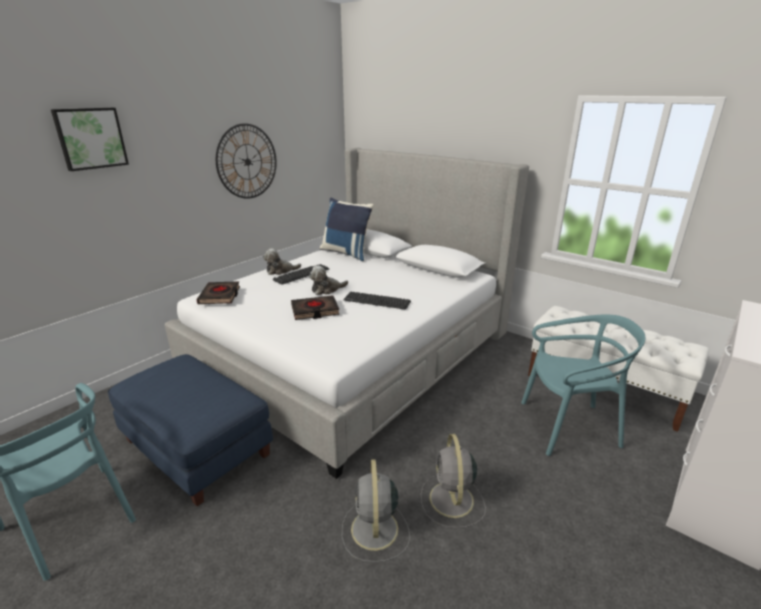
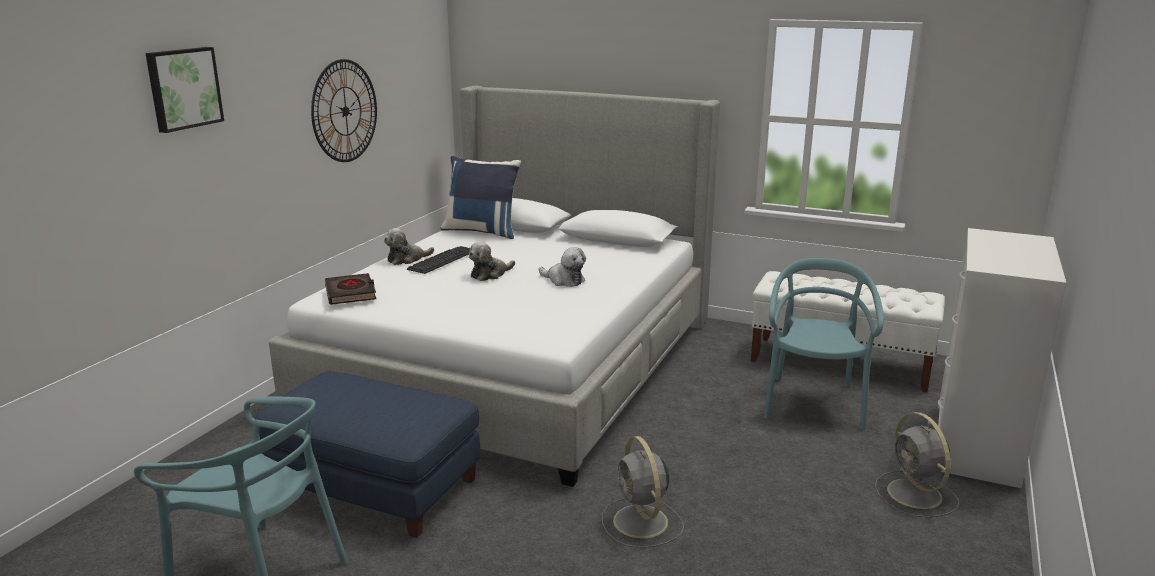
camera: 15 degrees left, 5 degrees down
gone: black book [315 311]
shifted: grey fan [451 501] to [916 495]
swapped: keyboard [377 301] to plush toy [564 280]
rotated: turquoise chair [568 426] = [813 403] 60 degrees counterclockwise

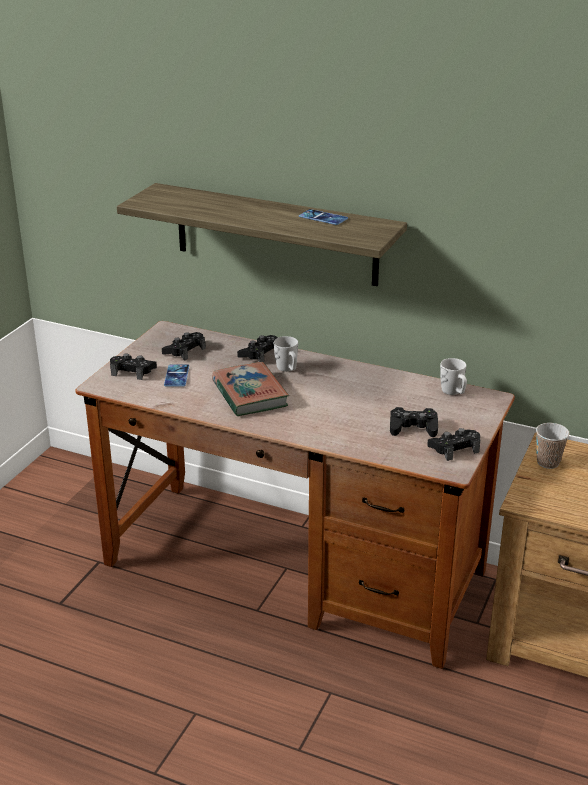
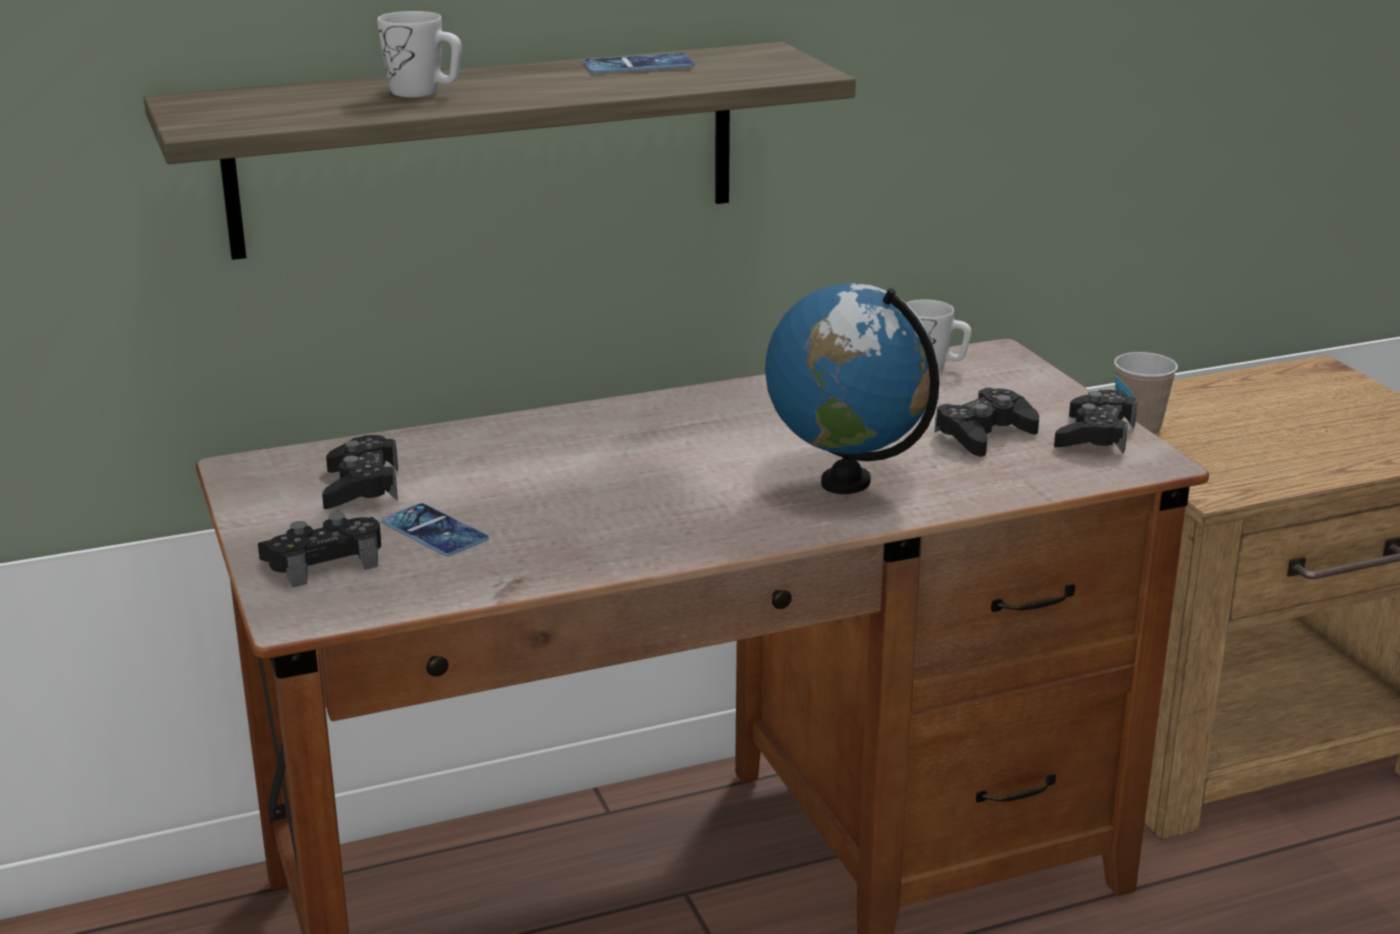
camera: 45 degrees left, 5 degrees down
gone: book [249 394]; black game controller [259 354]
new: globe [846 482]
shifted: white mug [288 369] to [424 93]

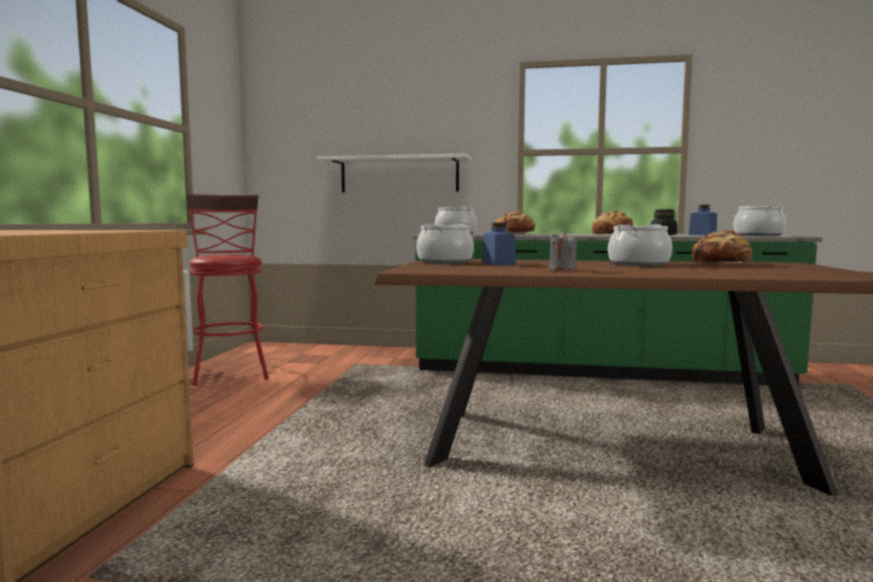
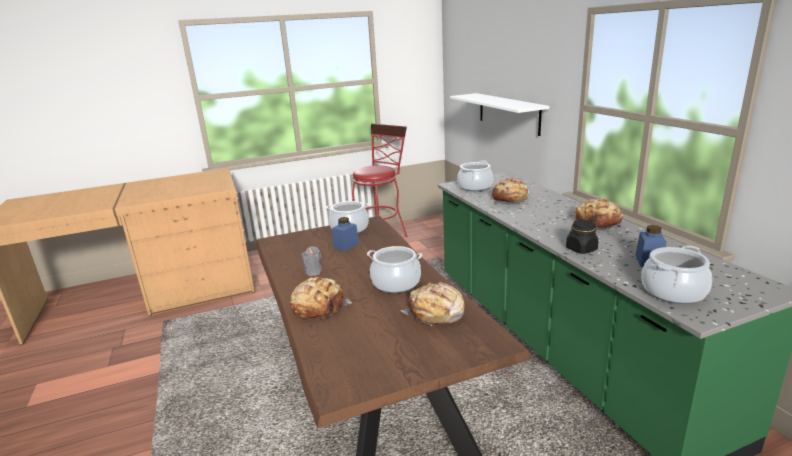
camera: 60 degrees right, 15 degrees up
new: bread [318 307]

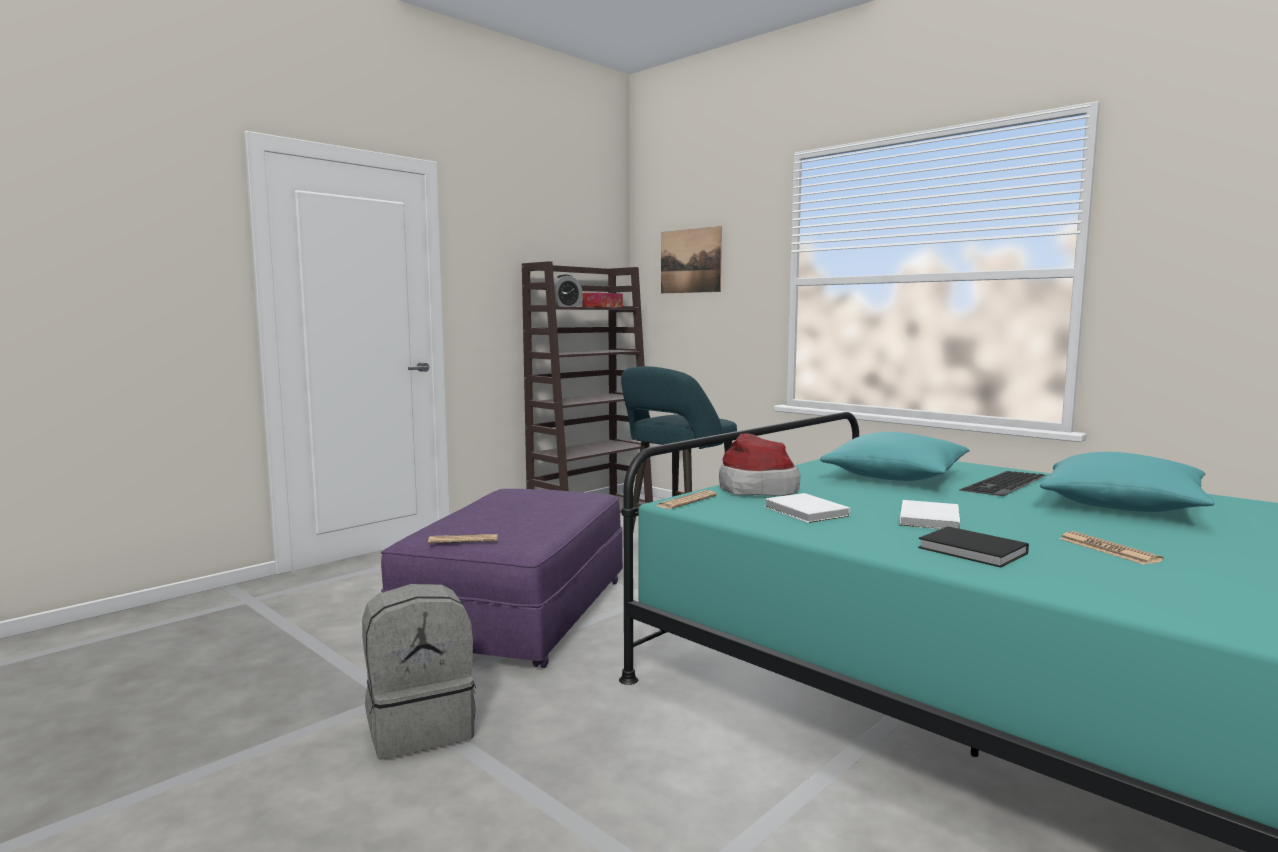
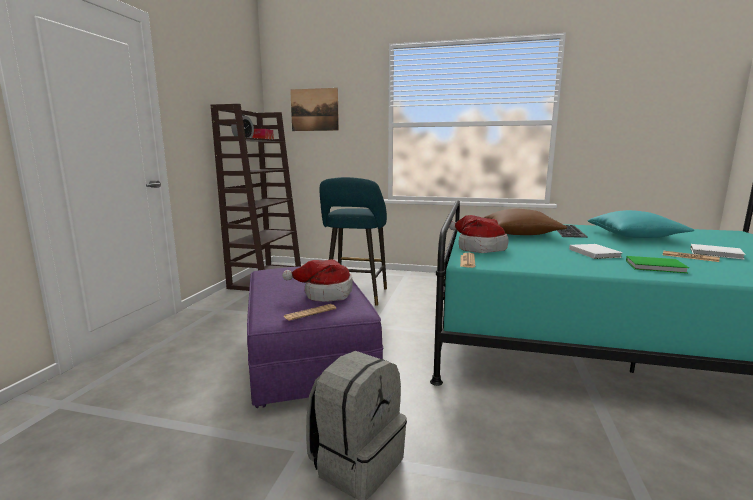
camera: 30 degrees left, 5 degrees up
new: hat [325 294]
shifted: white book [806 512] to [717 254]
repainted: turquoise pillow [895 477] to brown pillow [520 234]; black book [974 551] to green book [657 267]

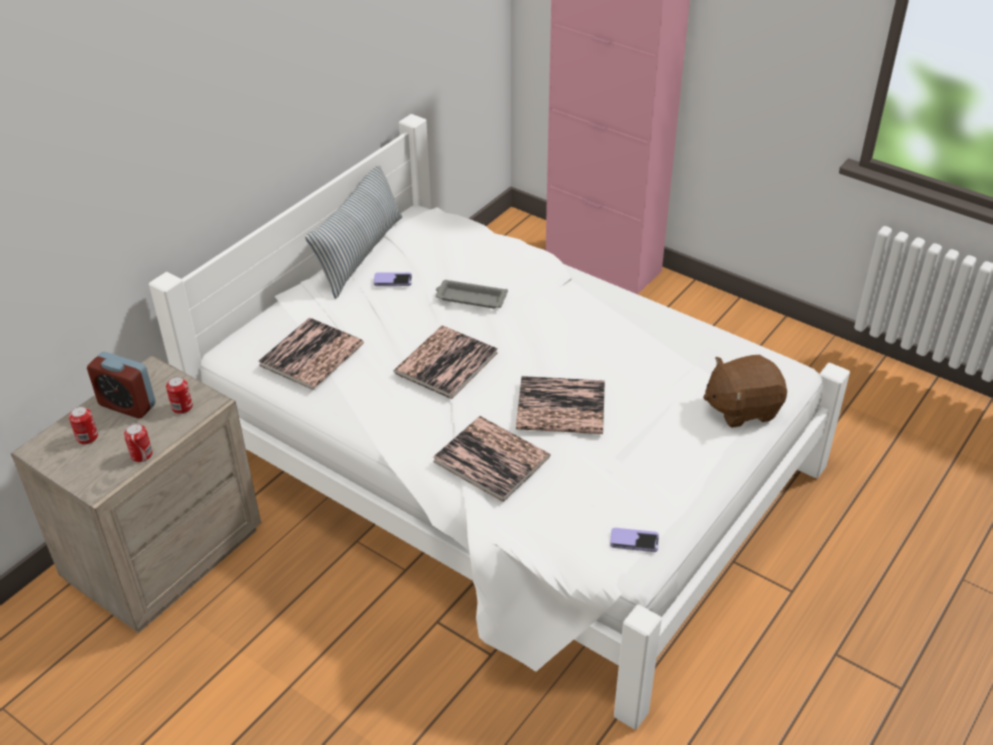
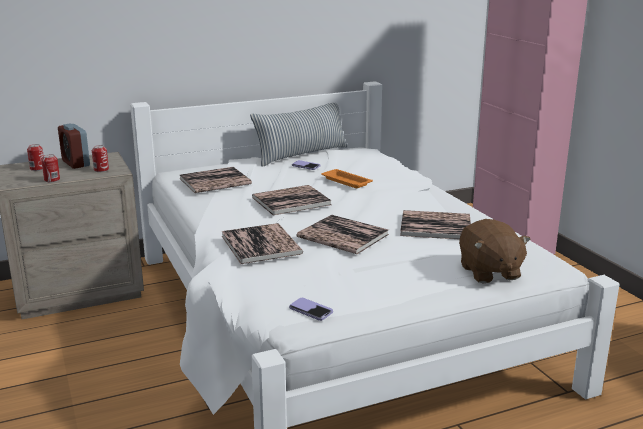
camera: 30 degrees right, 20 degrees down
new: book [435 226]
repainted: grey tray [470 298] to orange tray [345 181]
rotated: brown plush toy [742 408] = [489 272] 120 degrees counterclockwise

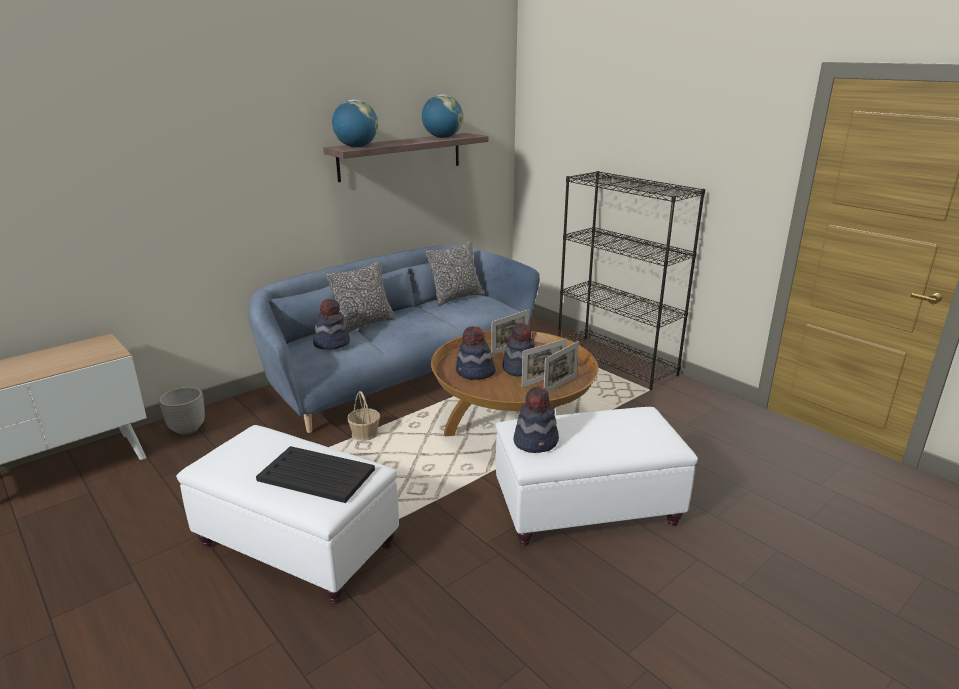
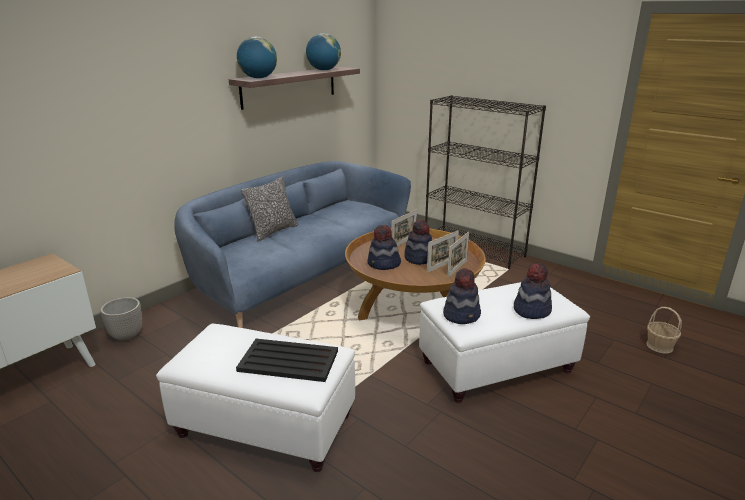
camera: 10 degrees left, 0 degrees up
gone: pillow [455 298]
shifted: hat [332 343] to [531 310]; basket [365 434] to [659 346]

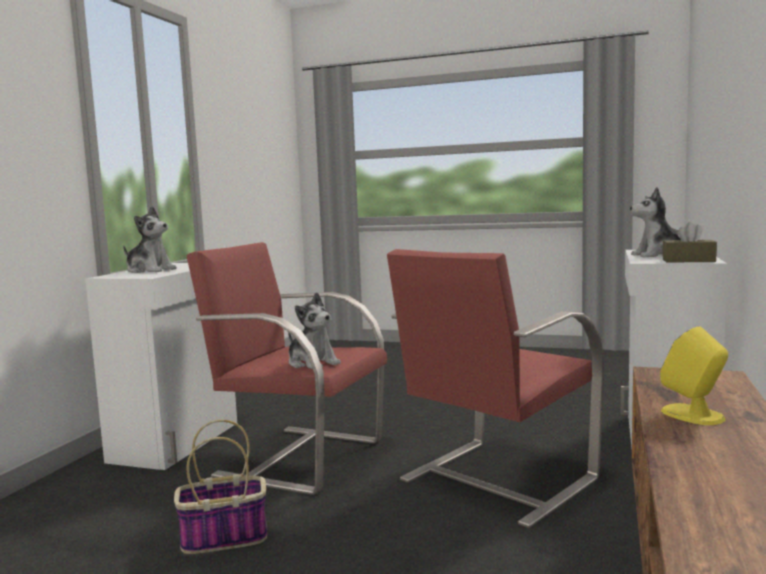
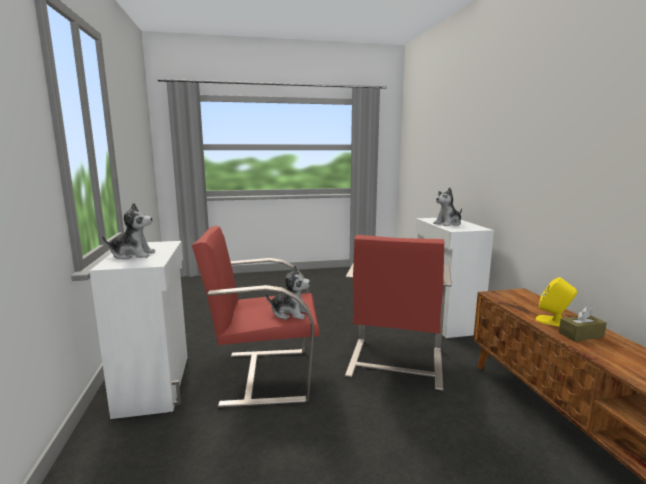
camera: 30 degrees left, 5 degrees up
gone: basket [223 538]
shifted: brown tissue box [688 261] to [581 335]

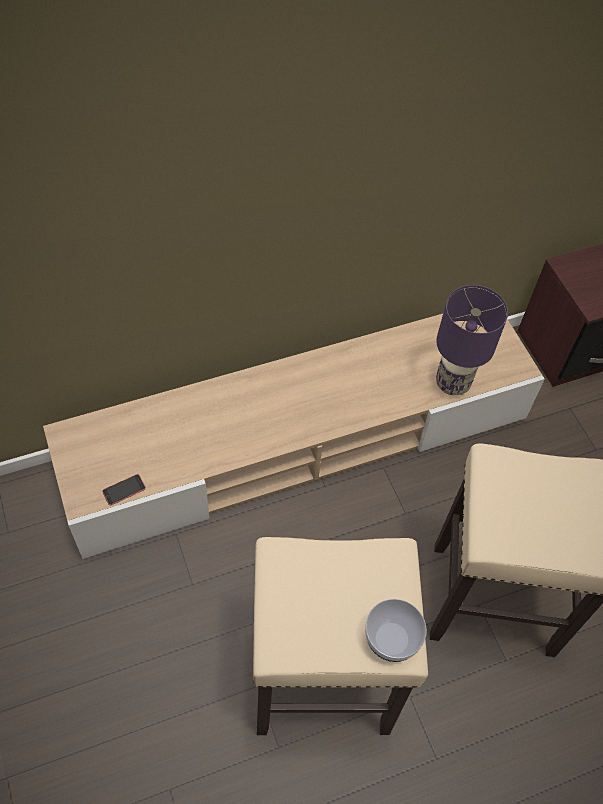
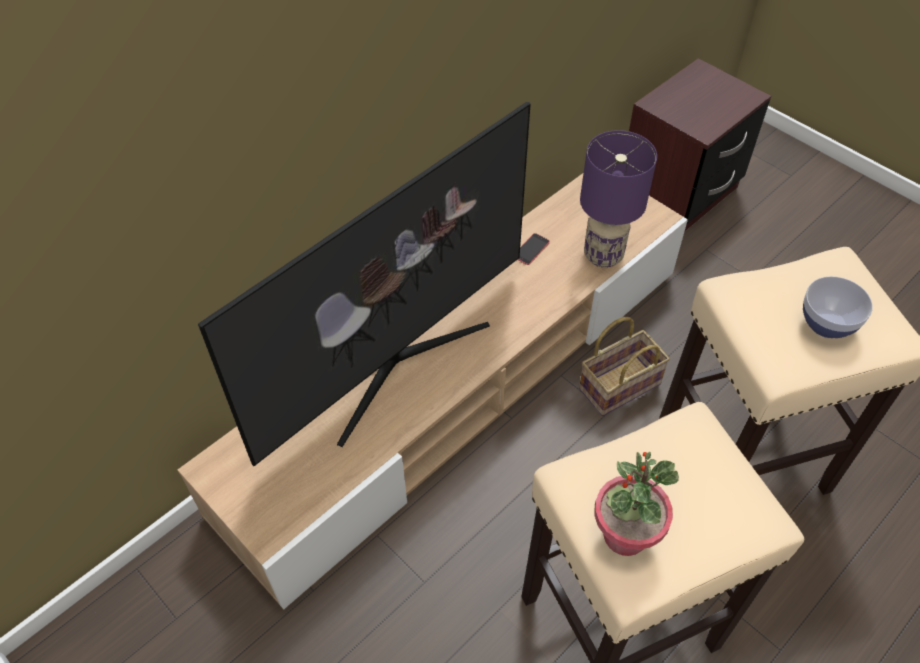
camera: 20 degrees left, 5 degrees down
new: television [394 364]; basket [620 384]; potted plant [624 535]
shifted: phone [124 490] to [531 249]; bowl [391 639] to [826 324]

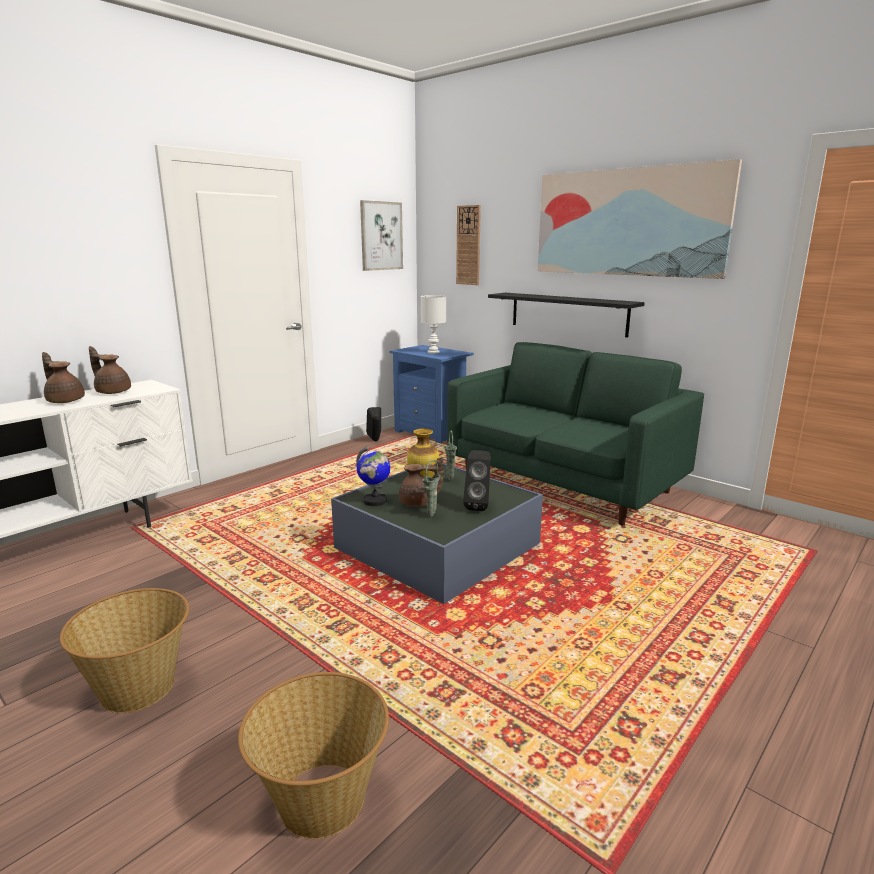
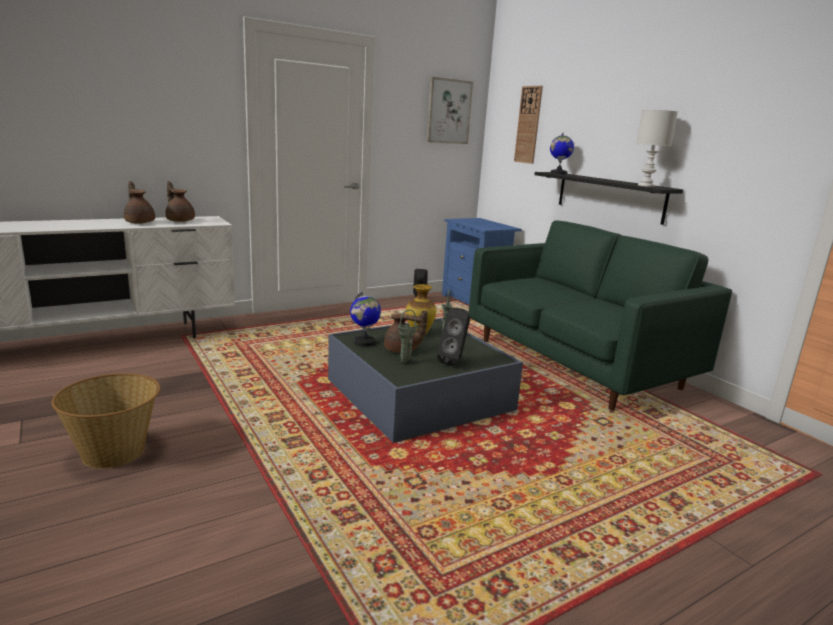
camera: 15 degrees right, 0 degrees up
gone: basket [321 801]; picture [627 222]
new: globe [558 173]
shifted: white table lamp [433 352] to [645 185]

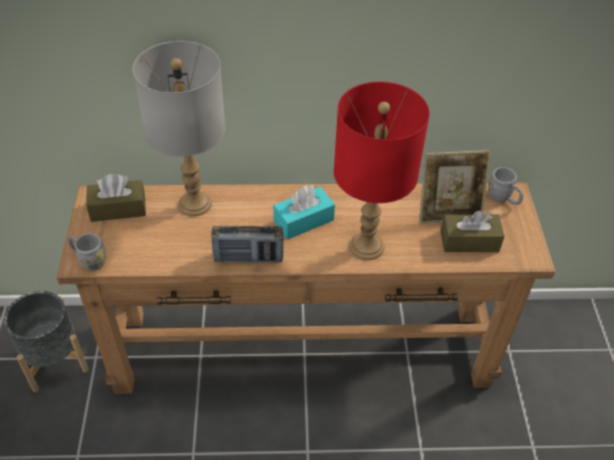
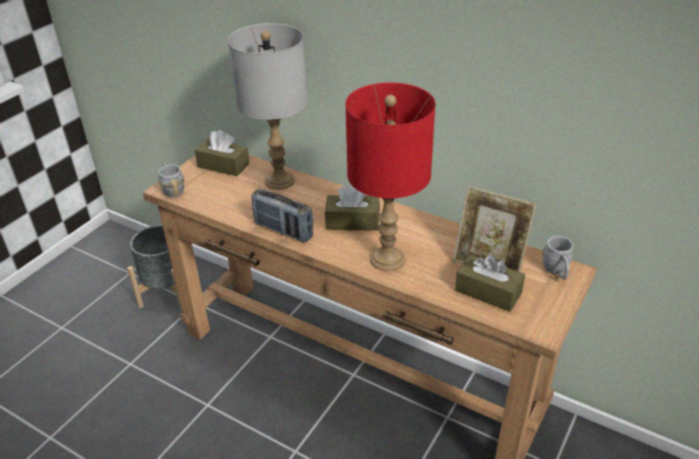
camera: 35 degrees right, 10 degrees down
repainted: turquoise tissue box [303 220] to brown tissue box [352 221]

